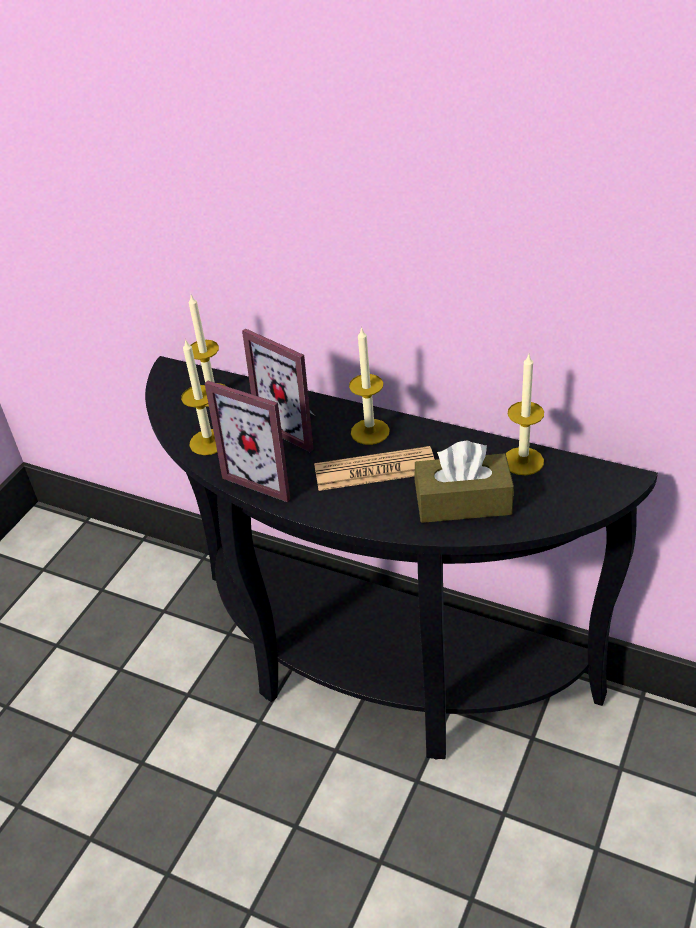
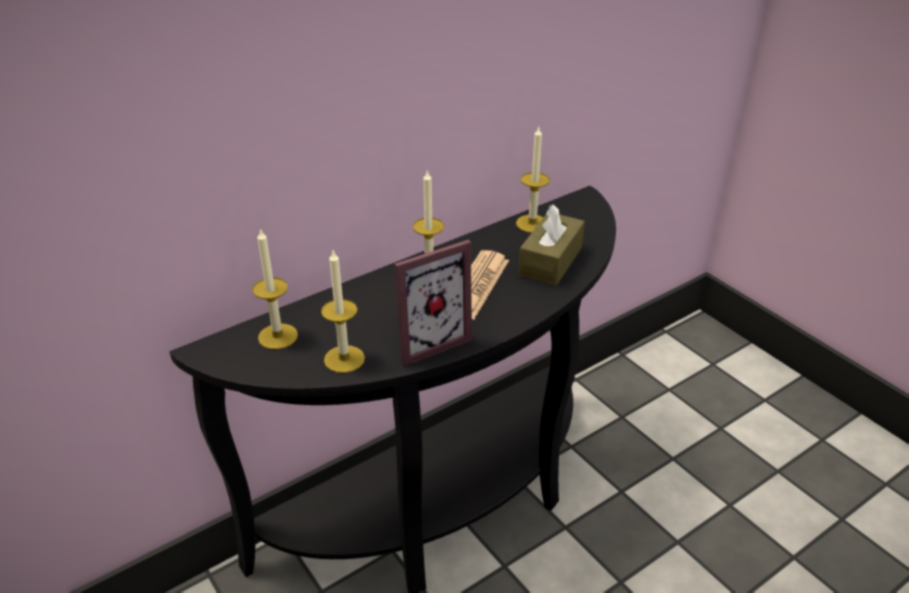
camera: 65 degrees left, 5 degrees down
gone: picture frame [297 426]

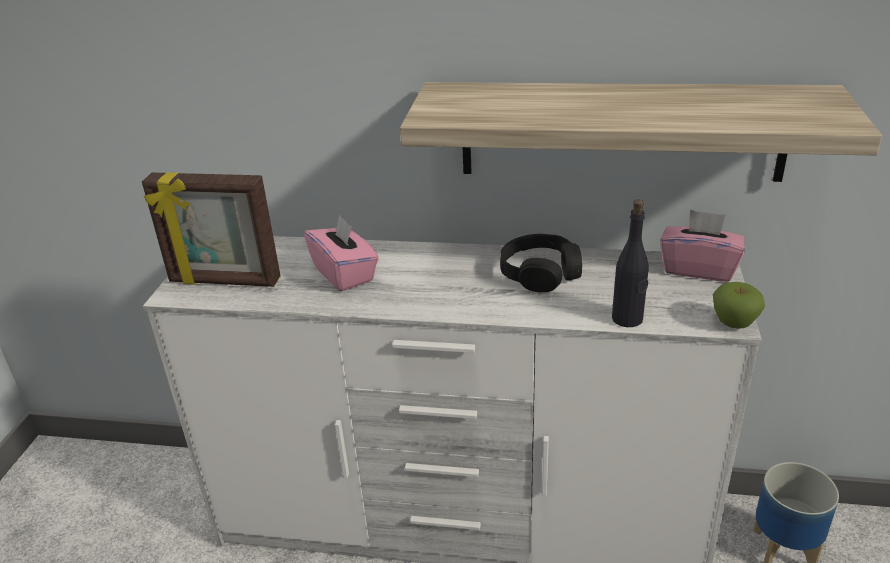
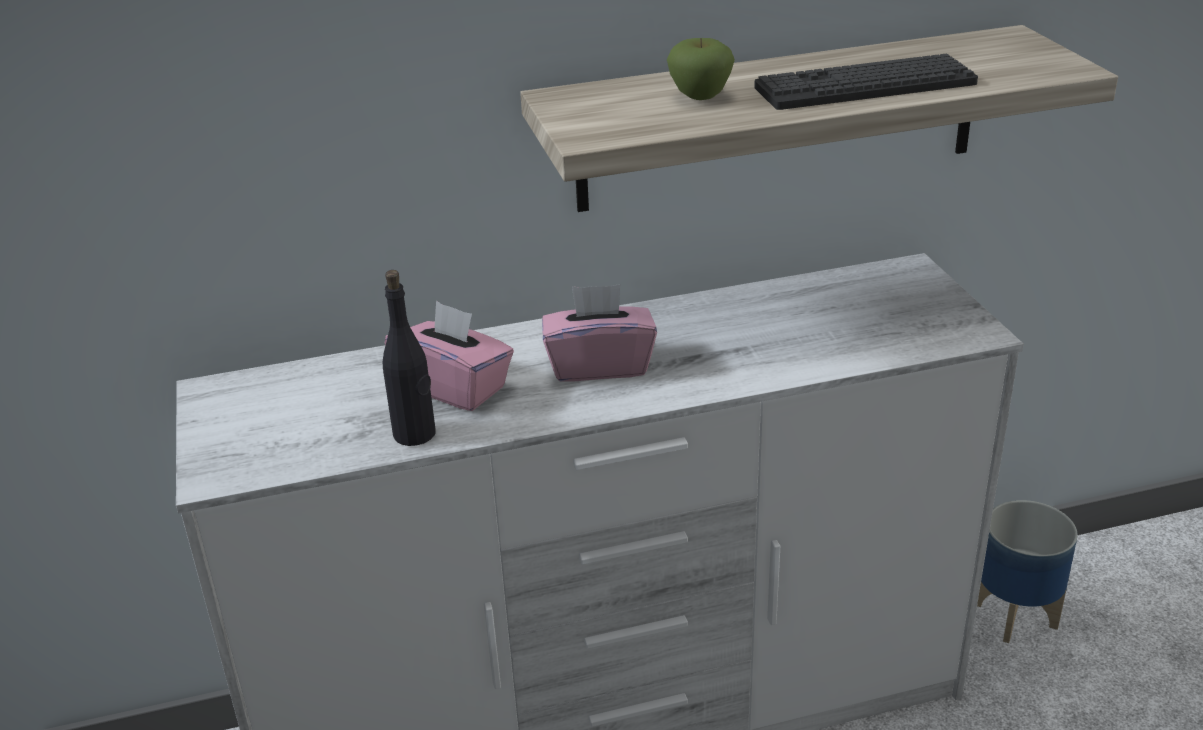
camera: 25 degrees left, 0 degrees up
gone: picture frame [224 281]; black headphones [540 273]
new: keyboard [865 85]
shifted: black bottle [627 319] to [415 434]; pink tissue box [698 269] to [599 365]; apple [734 324] to [700 97]

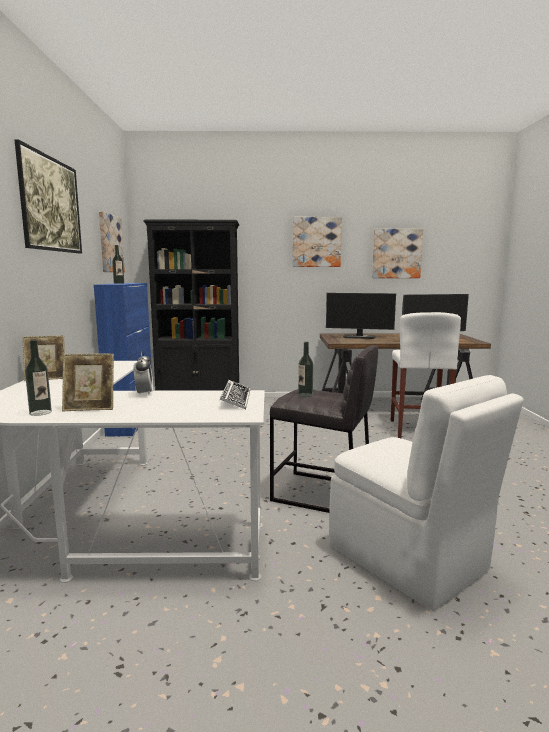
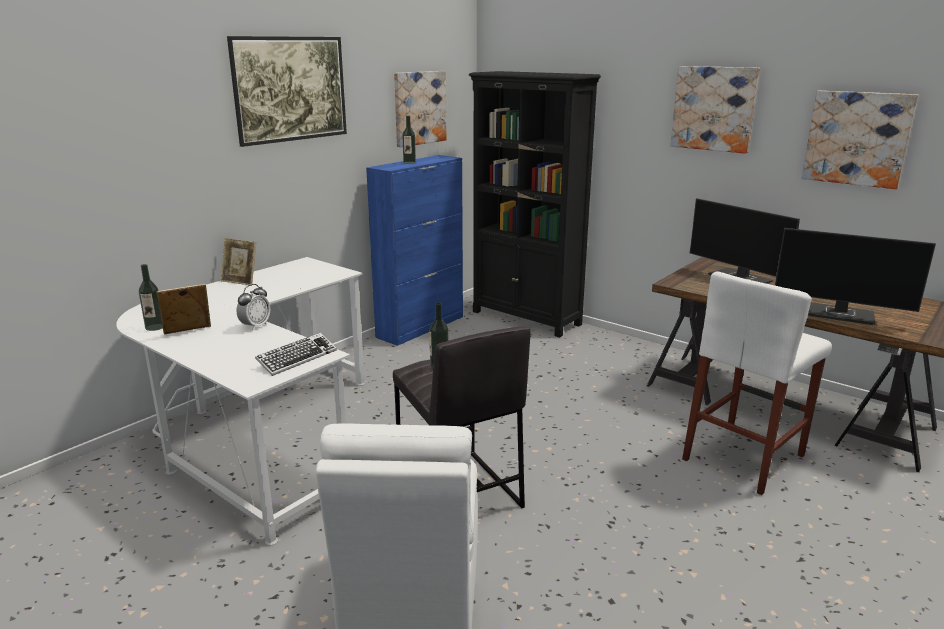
camera: 40 degrees right, 10 degrees up
rotated: picture frame [90 408] = [188 333] 120 degrees clockwise

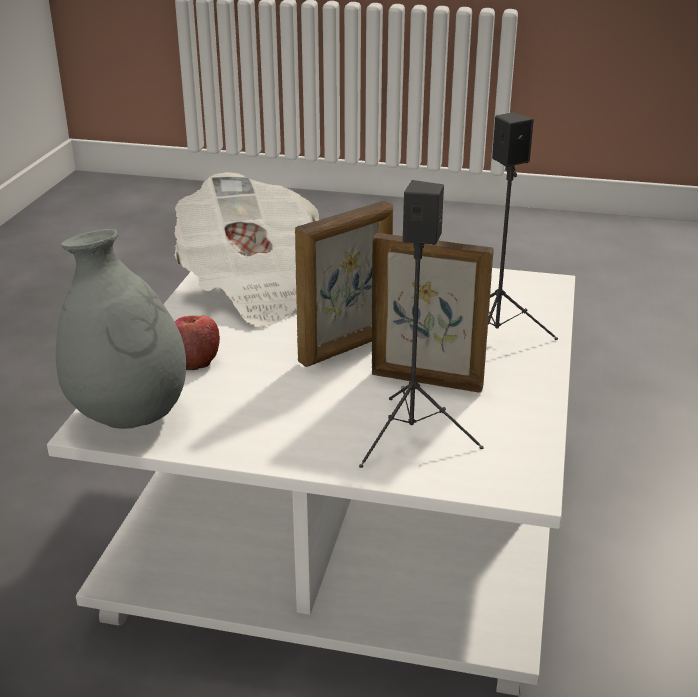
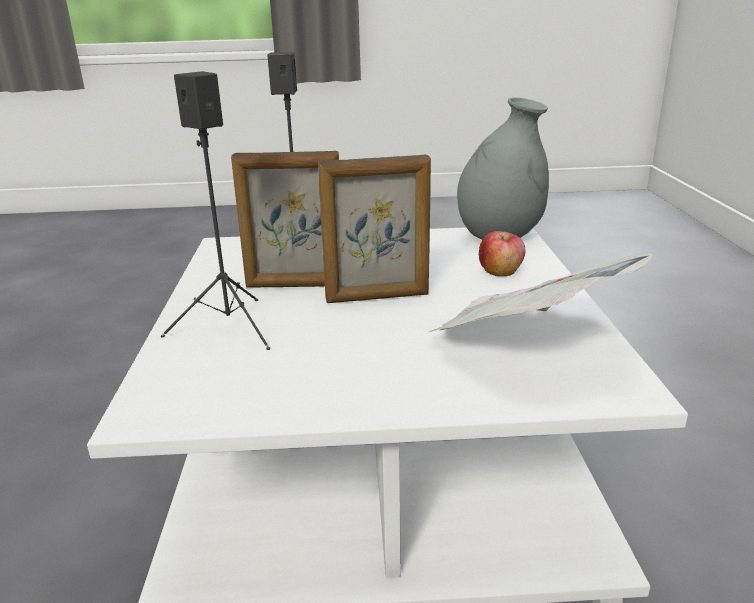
camera: 165 degrees right, 5 degrees down
rotated: picture frame [346 348] = [377 297] 135 degrees counterclockwise

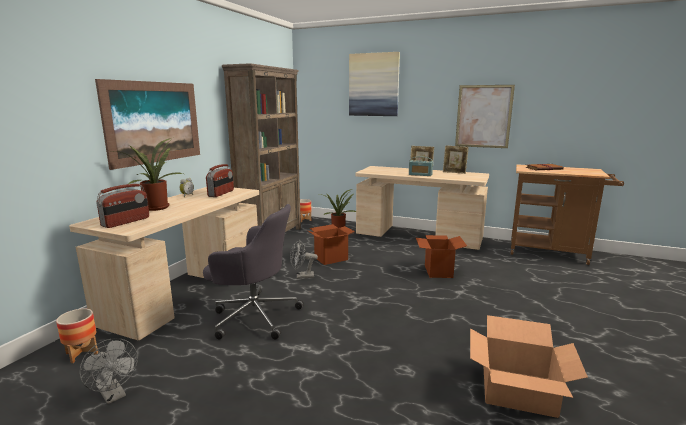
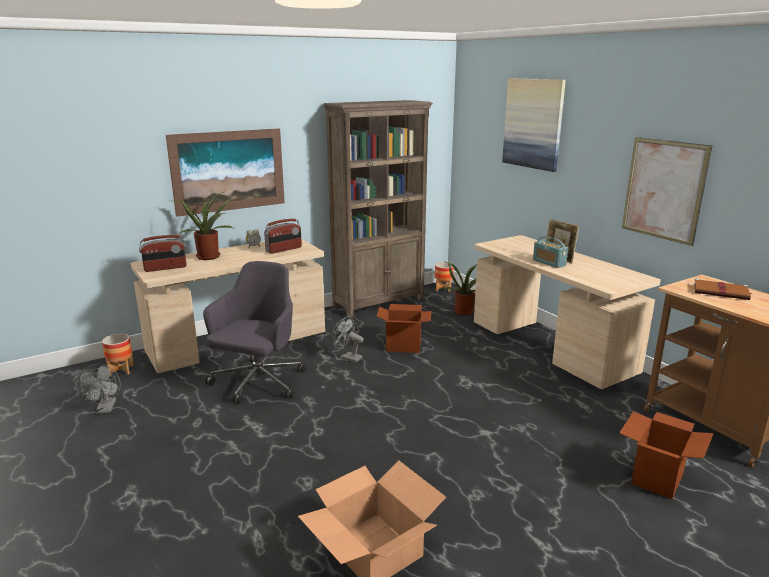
camera: 35 degrees right, 5 degrees up
gone: picture frame [454 172]
shifted: cardboard box [438 271] to [657 478]
rotated: grey office chair [254 316] = [257 383] 120 degrees counterclockwise

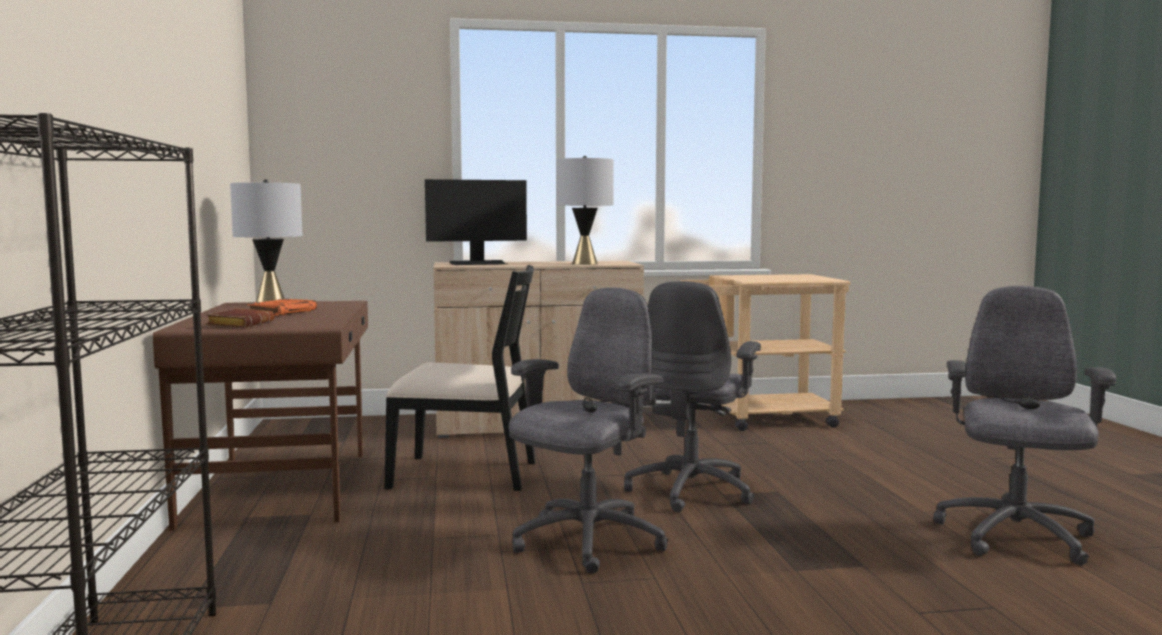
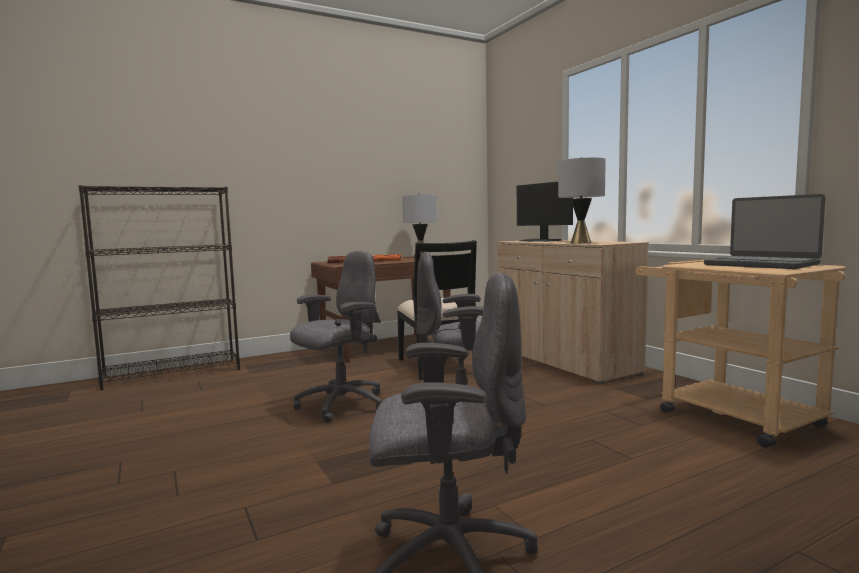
camera: 70 degrees right, 0 degrees up
new: laptop [761 264]
rotated: grey office chair [586 542] = [341 405] 60 degrees counterclockwise

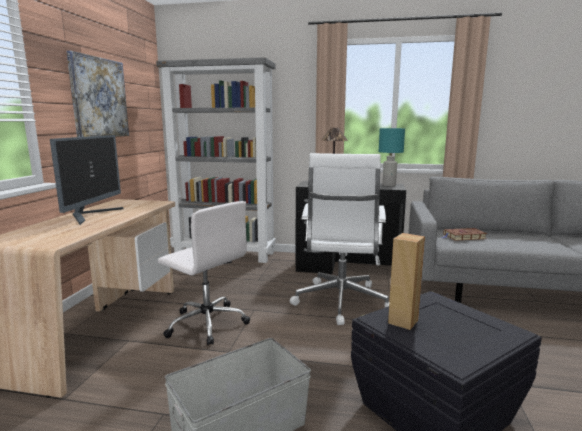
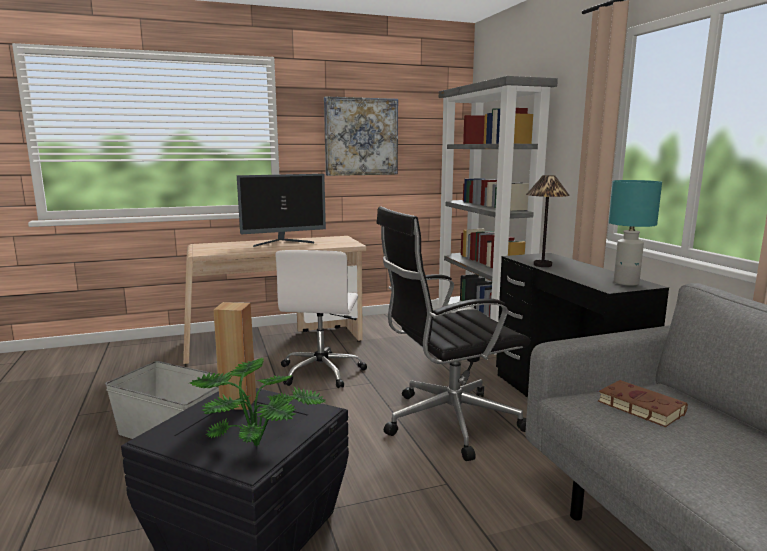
camera: 60 degrees right, 0 degrees up
new: potted plant [257 441]
repainted: white office chair [340 302] to black office chair [447 422]

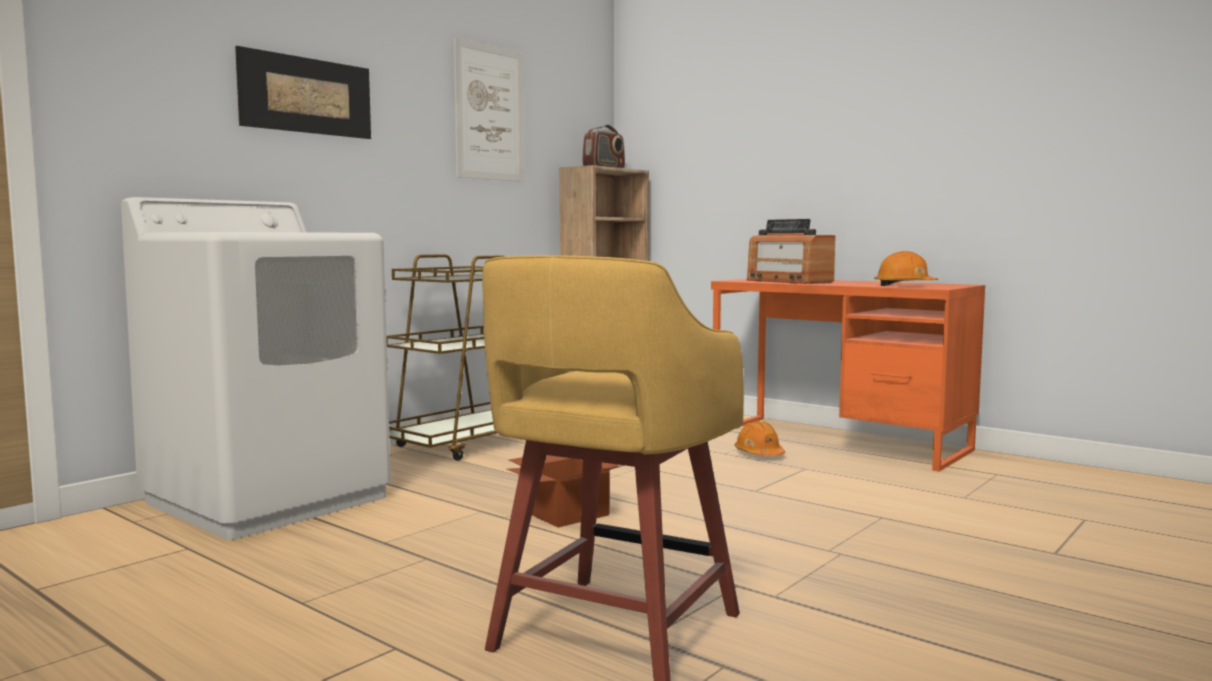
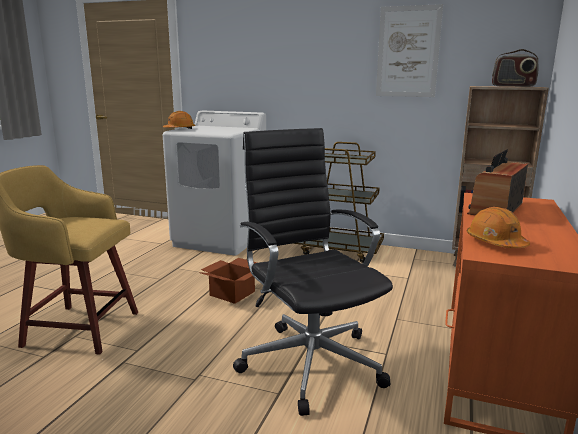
camera: 70 degrees right, 10 degrees up
gone: picture [306 95]
new: black office chair [310 361]
shifted: orange hard hat [759 454] to [179 129]

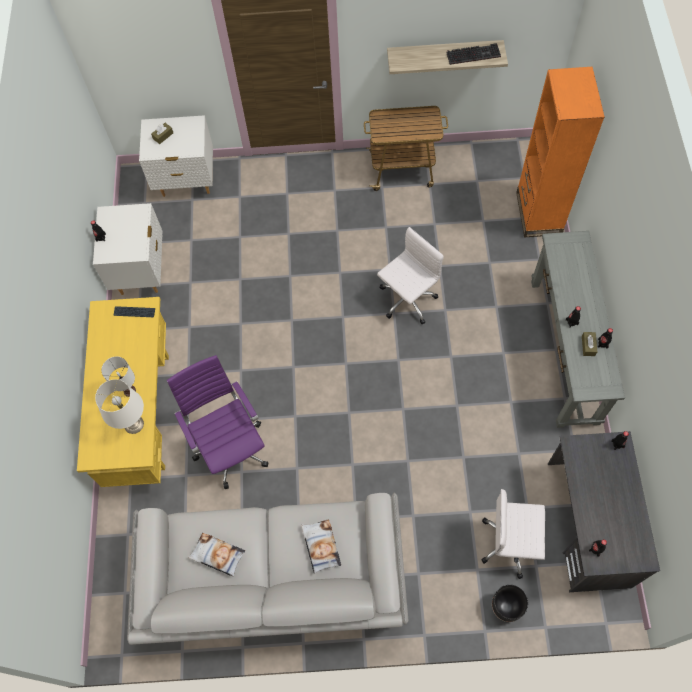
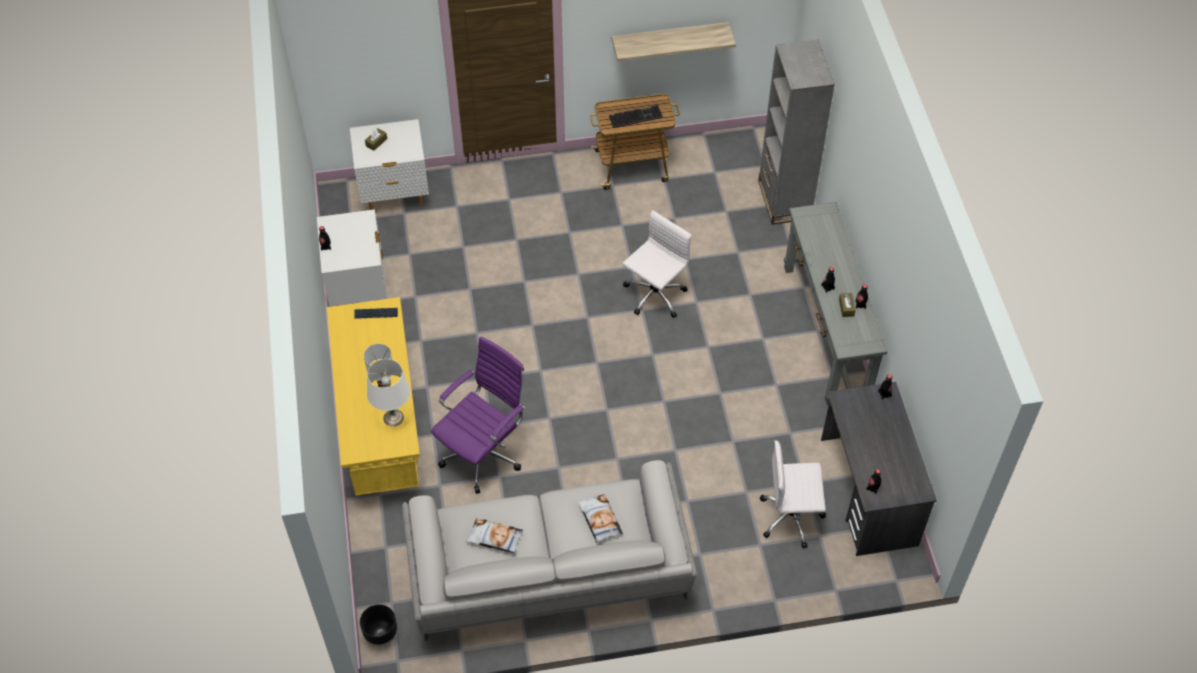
camera: 10 degrees left, 10 degrees down
shifted: black planter [506 607] to [381 636]; keyboard [474 54] to [636 116]
repainted: orange bookcase [538 213] to grey bookcase [784 200]
rotated: purple office chair [230 447] = [484 454] 75 degrees clockwise

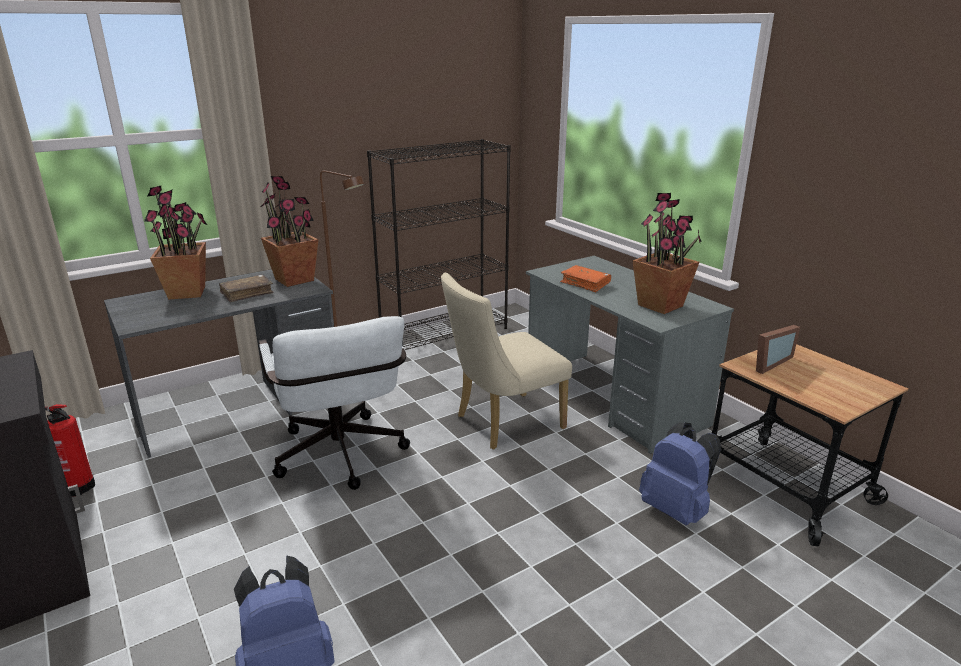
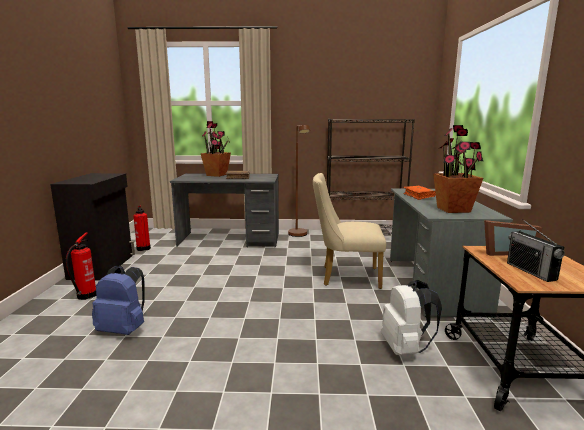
camera: 35 degrees right, 10 degrees down
gone: white office chair [341 459]; potted plant [294 280]
new: fire extinguisher [85 296]; radio [531 271]
repainted: blue backpack [676 510] to white backpack [405 348]

